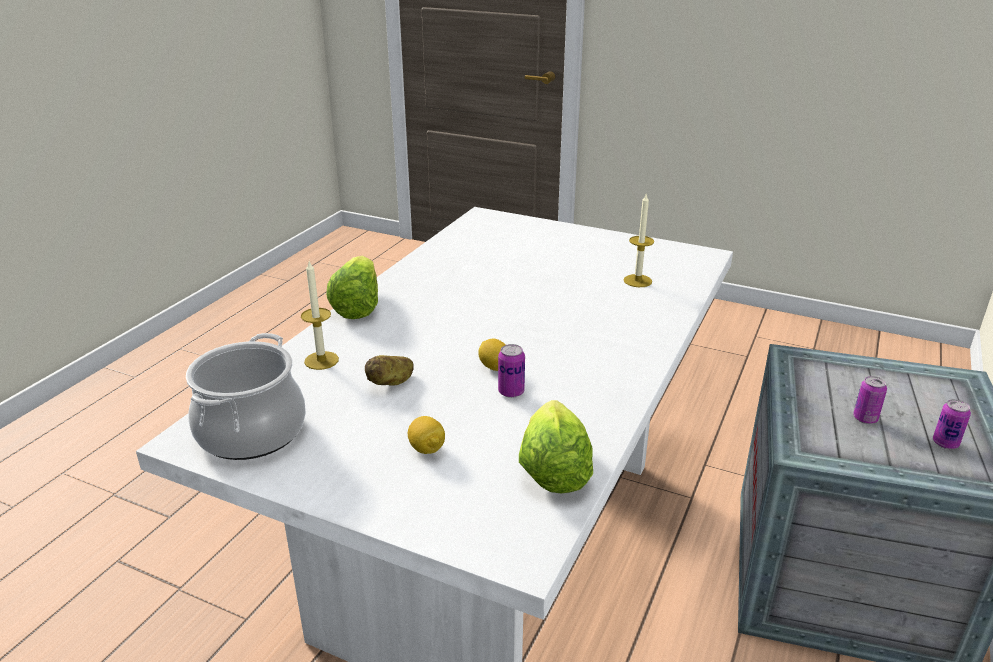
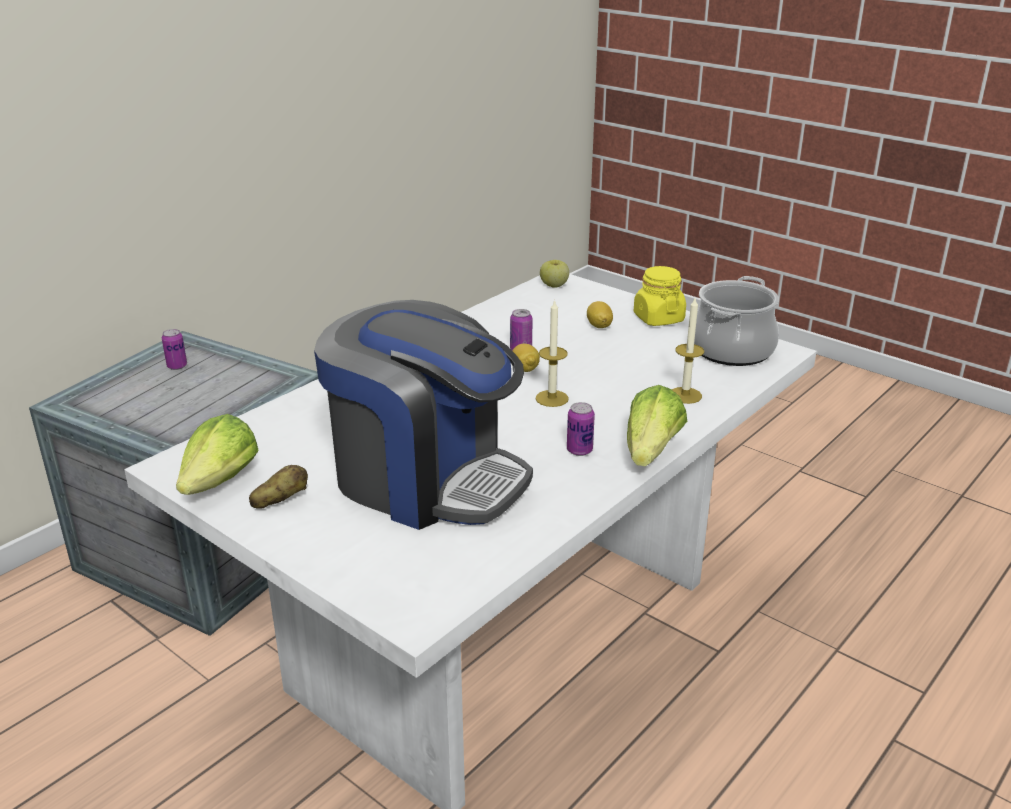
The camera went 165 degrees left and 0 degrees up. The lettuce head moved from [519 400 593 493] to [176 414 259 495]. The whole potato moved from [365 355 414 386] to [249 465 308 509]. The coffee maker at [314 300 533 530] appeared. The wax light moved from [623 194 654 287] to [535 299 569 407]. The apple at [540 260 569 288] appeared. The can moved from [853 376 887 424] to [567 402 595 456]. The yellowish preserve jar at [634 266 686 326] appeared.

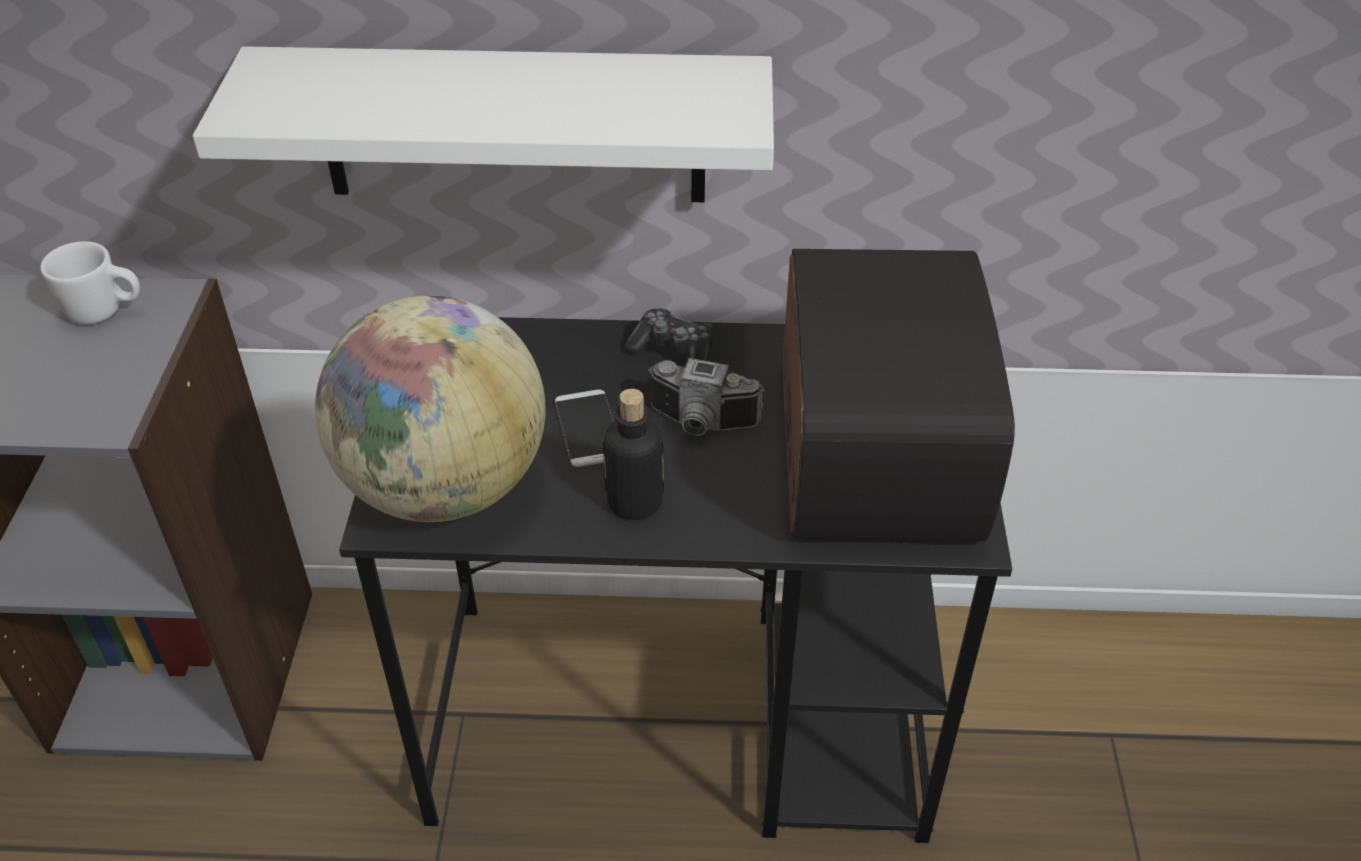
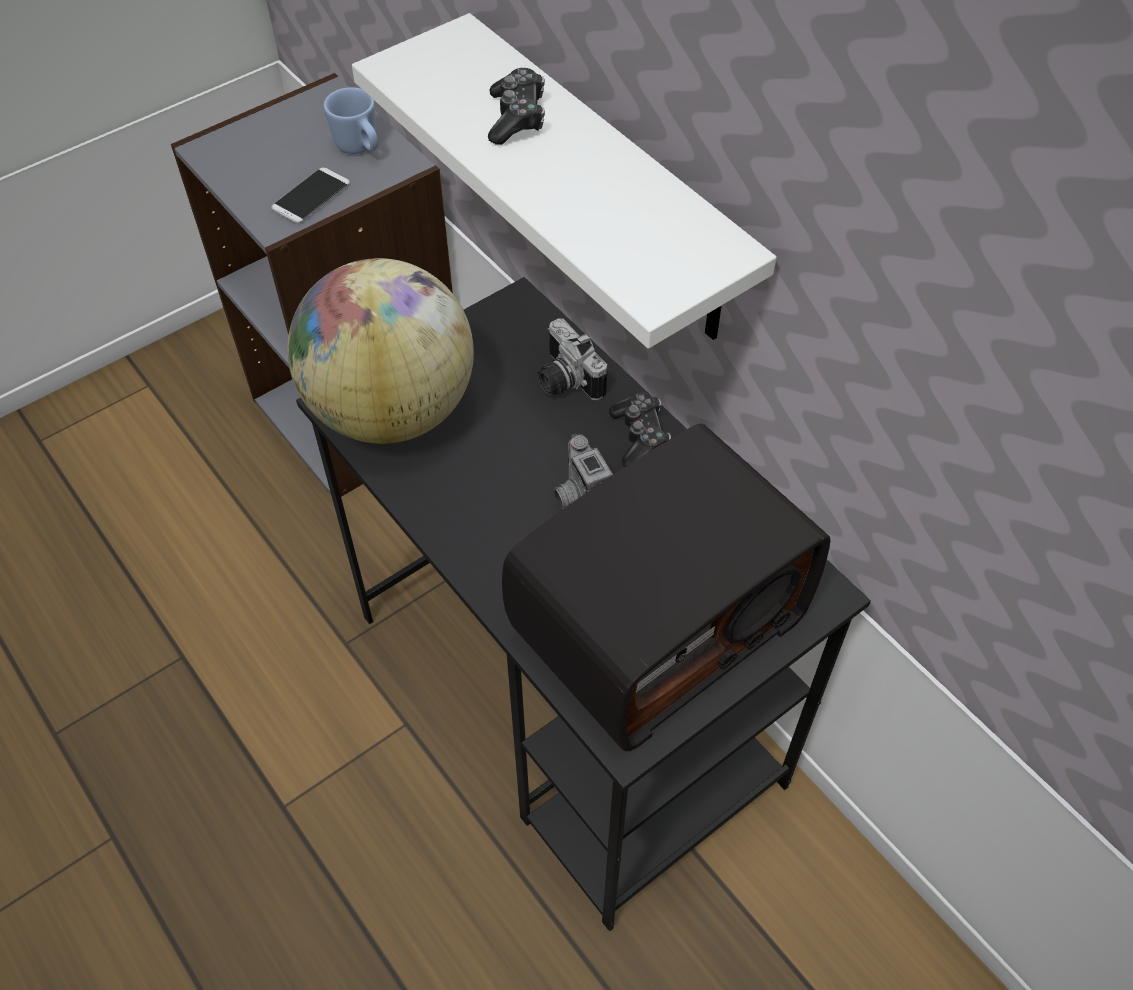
The camera went 50 degrees right and 10 degrees up. The handset moved from [555 389 614 467] to [272 167 350 224]. The whitish coffee mug at [40 241 140 324] became the blue coffee mug at [324 87 378 154]. The game controller at [488 68 545 145] appeared. The photo camera at [537 318 607 400] appeared. The bottle at [603 389 664 520] disappeared.

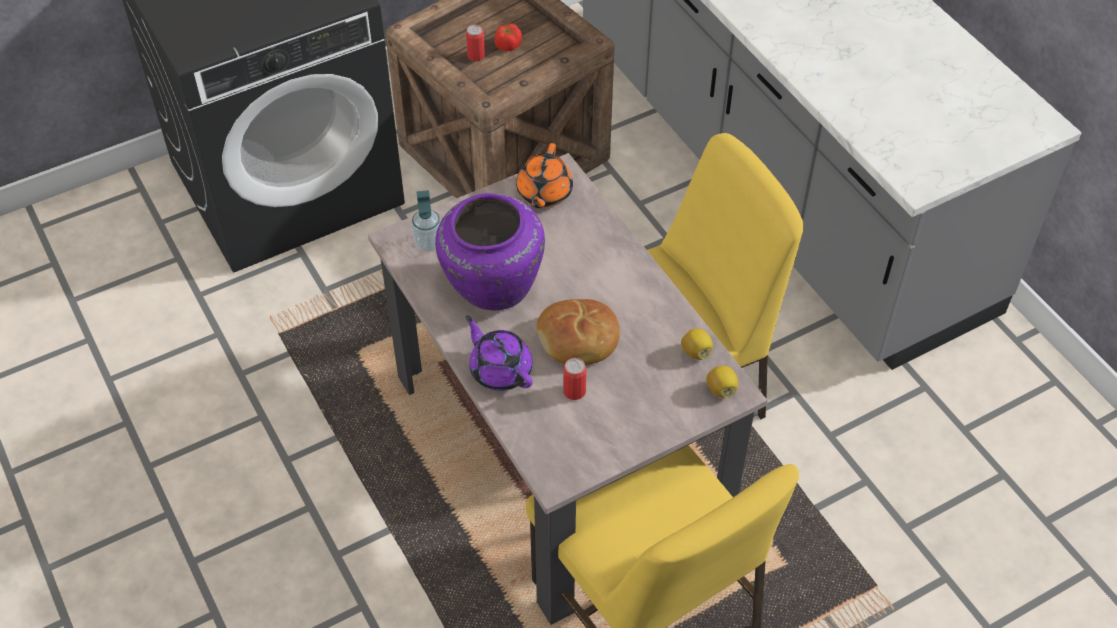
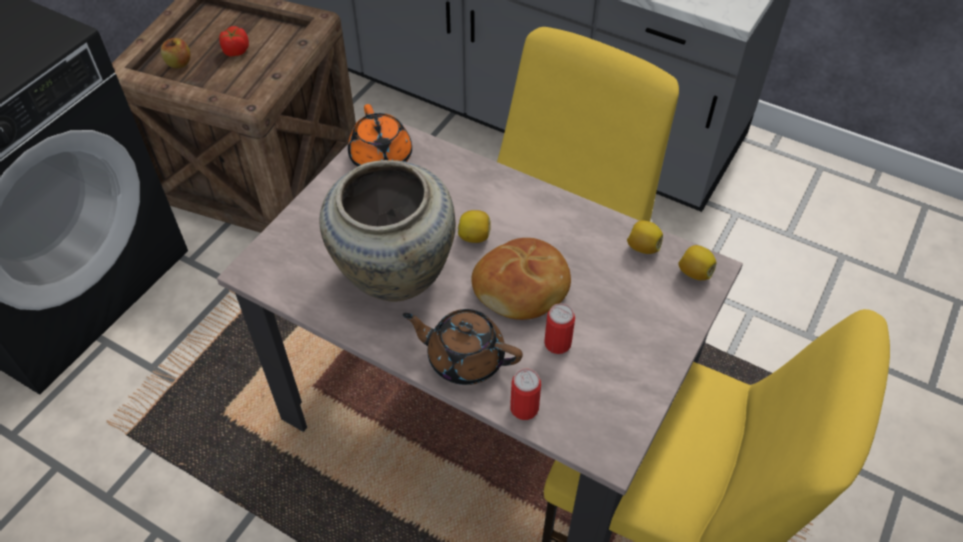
The camera went 30 degrees left and 0 degrees up. The apple at [161 38 191 69] appeared. The purple-coloured vase at [435 193 545 311] became the beige vase at [319 160 456 302]. The purple-coloured teapot at [466 316 533 391] became the brown-coloured teapot at [403 309 523 385]. The lemon at [458 210 491 243] appeared. The can moved from [466 25 485 61] to [510 369 541 420]. The soap dispenser at [411 190 441 252] disappeared.

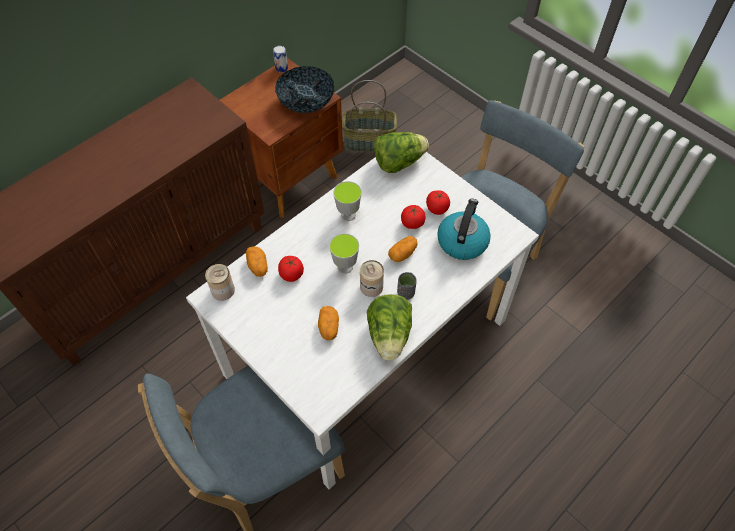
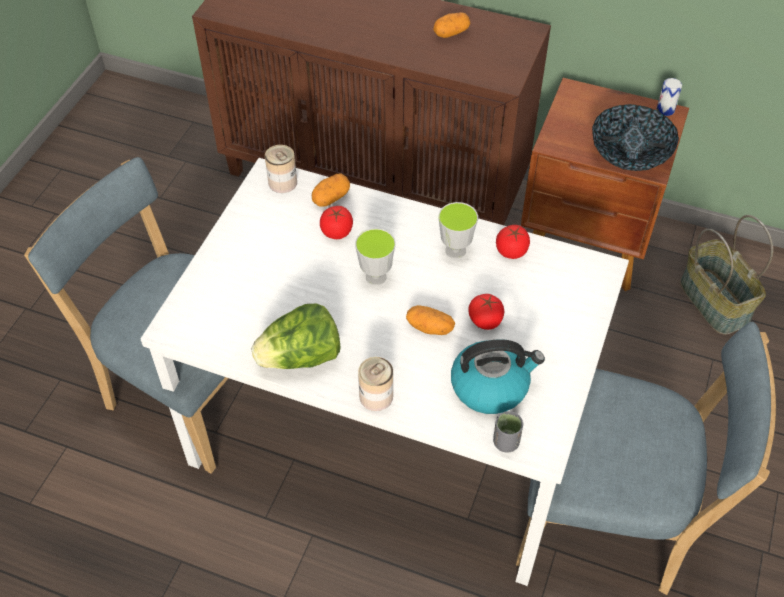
The camera went 65 degrees right and 5 degrees down. The can moved from [360 260 384 297] to [358 357 393 411]. The whole potato moved from [318 306 339 340] to [433 12 470 38]. The greyish small cup moved from [397 272 417 300] to [493 411 524 453]. The tomato moved from [426 190 450 215] to [496 225 530 259]. The lettuce head at [374 132 429 173] disappeared.

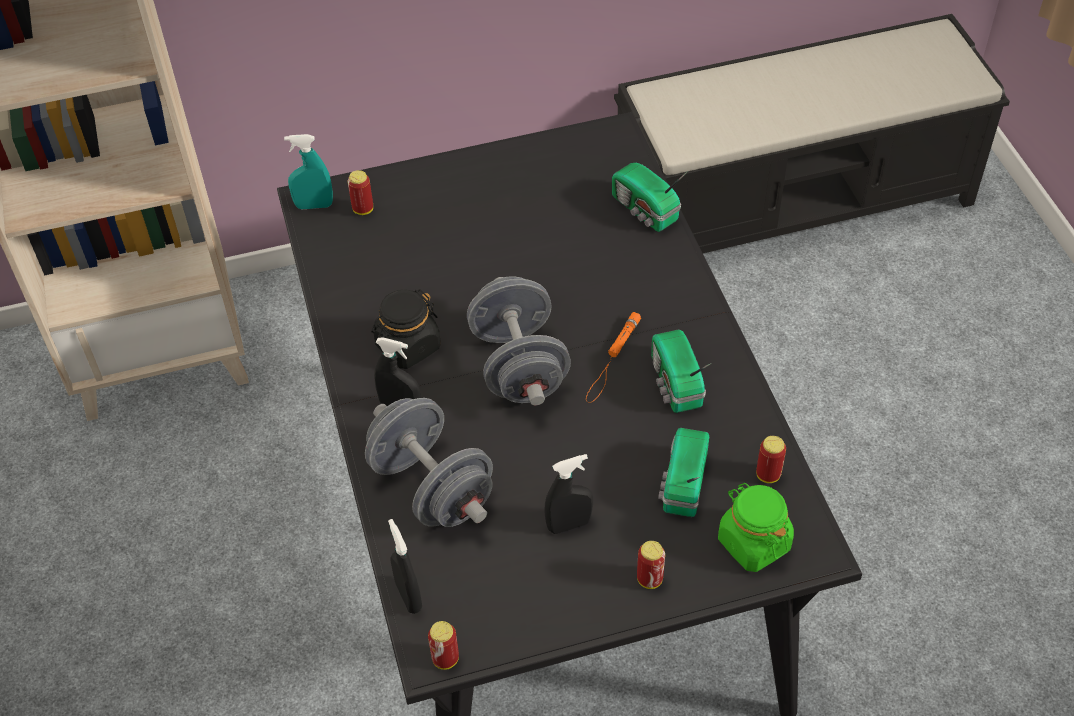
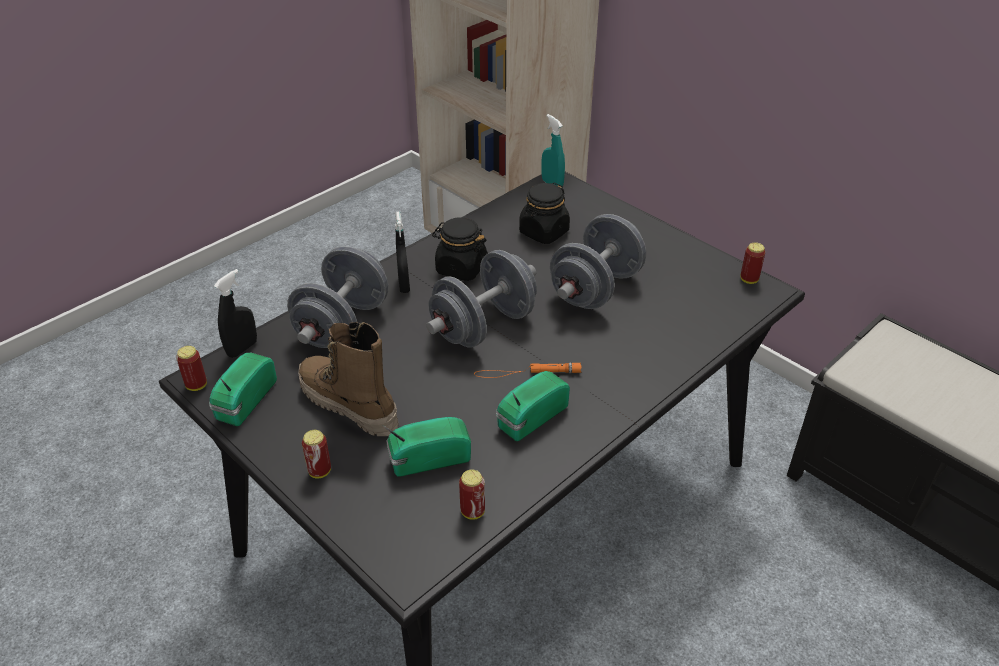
The camera went 60 degrees right and 10 degrees down. The radio set moved from [612 163 688 232] to [209 353 277 426]. The black-coloured spray bottle at [544 454 593 534] was replaced by the high-top boot at [298 322 399 436]. The black-coloured preserve jar at [519 183 570 244] appeared. The greyish hand weight at [550 214 646 309] appeared. The can moved from [348 170 373 215] to [740 242 765 284]. The greenish preserve jar at [718 483 794 572] disappeared.

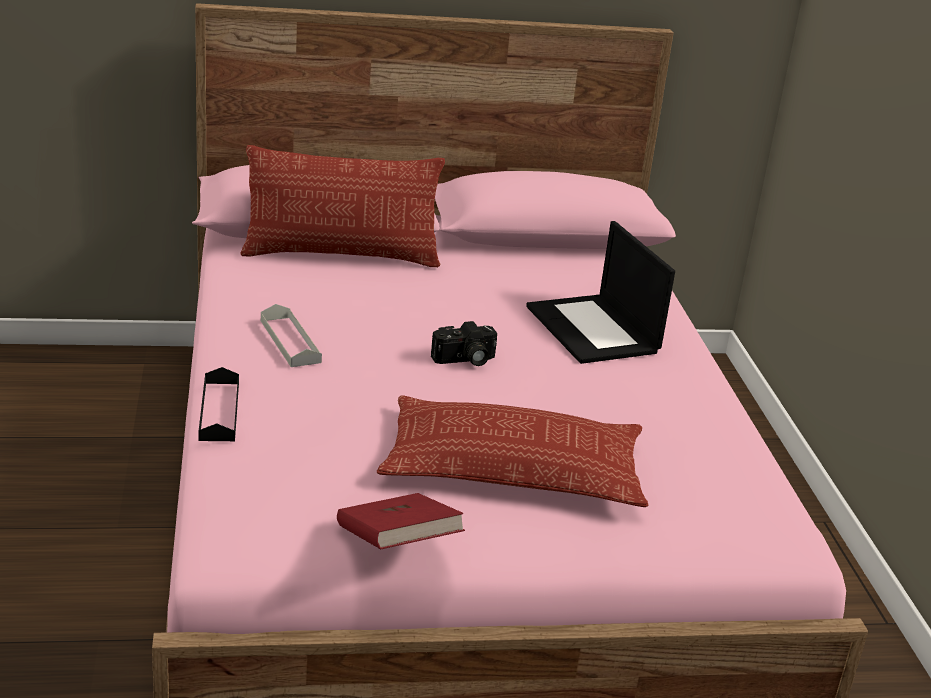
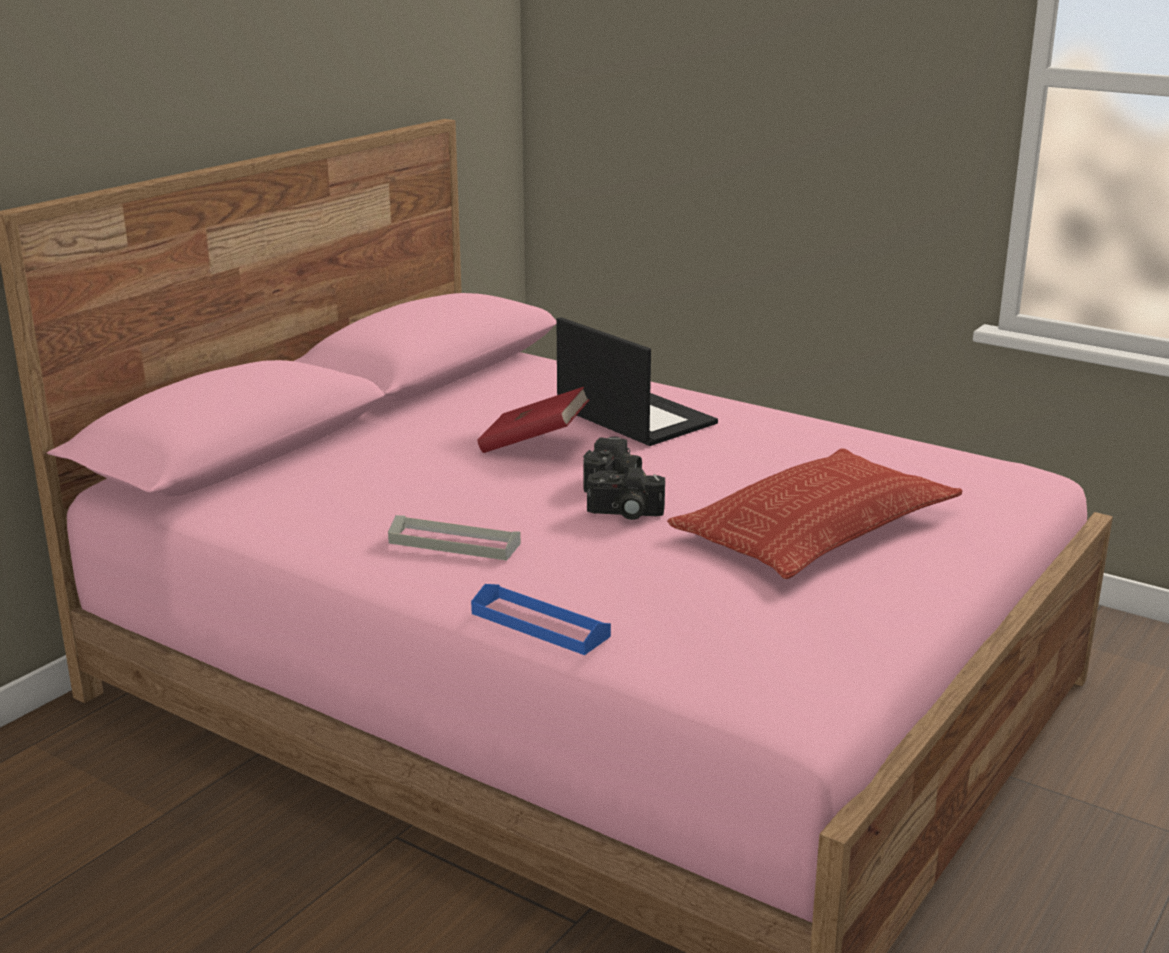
The camera went 45 degrees left and 5 degrees down. The black-coloured tray at [198 367 239 441] became the blue tray at [471 584 611 655]. The red-coloured volume moved from [337 493 465 549] to [477 387 589 453]. The portable computer at [526 221 675 364] turned 150 degrees counterclockwise. The photo camera at [587 467 665 520] appeared. The throw pillow at [240 145 445 267] disappeared.

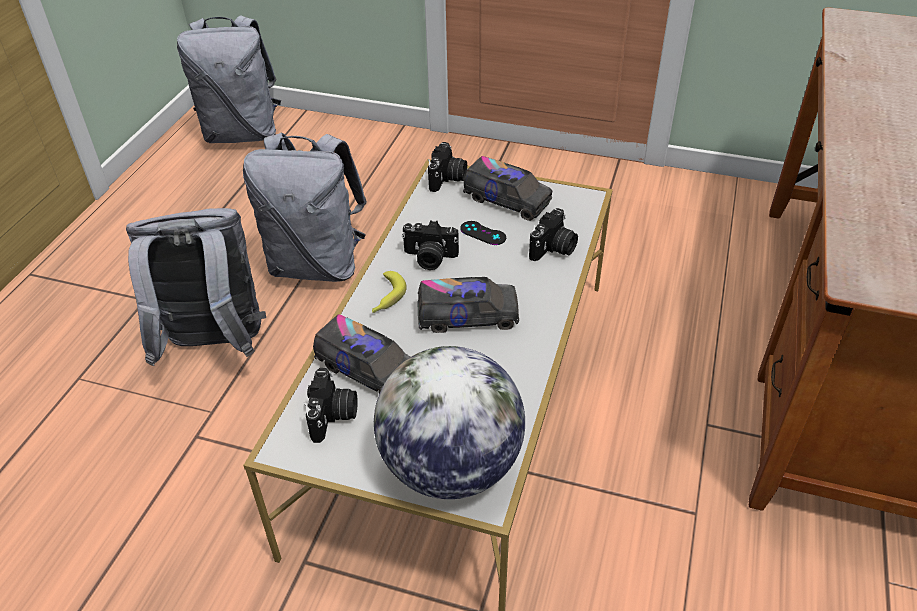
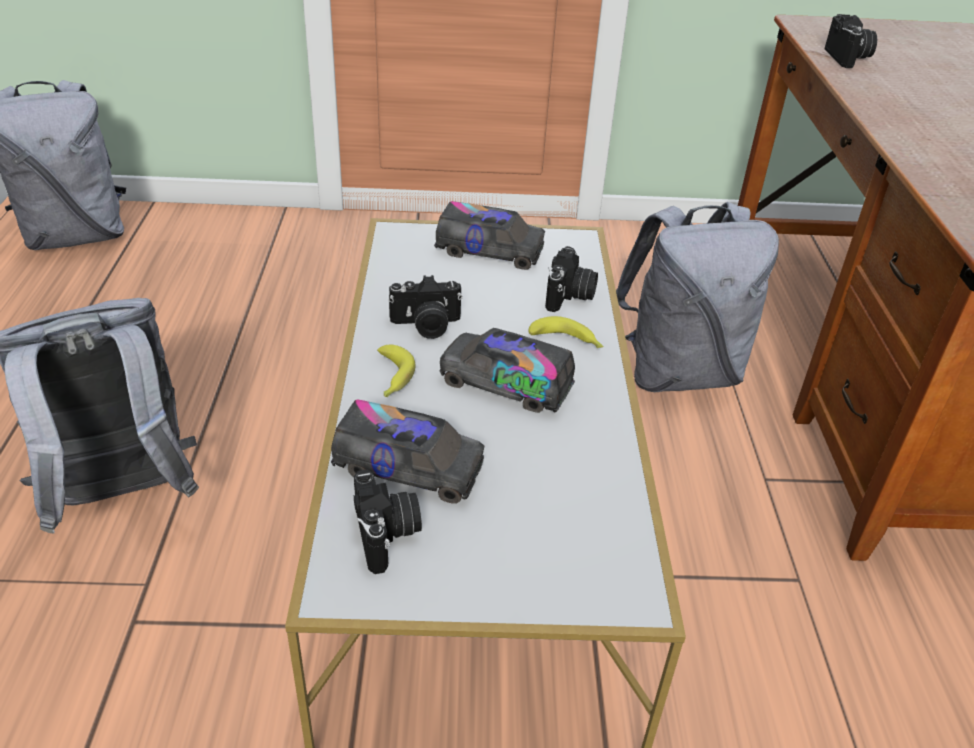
The camera went 20 degrees left and 5 degrees down. The toy truck at [417 277 519 333] turned 135 degrees counterclockwise. The banana at [528 316 604 348] appeared. The greyish backpack moved from [243 133 367 282] to [616 202 779 392]. The photo camera moved from [428 142 467 192] to [824 14 877 68]. The globe at [374 346 525 499] disappeared. The black-coloured game controller at [460 221 506 245] disappeared.

